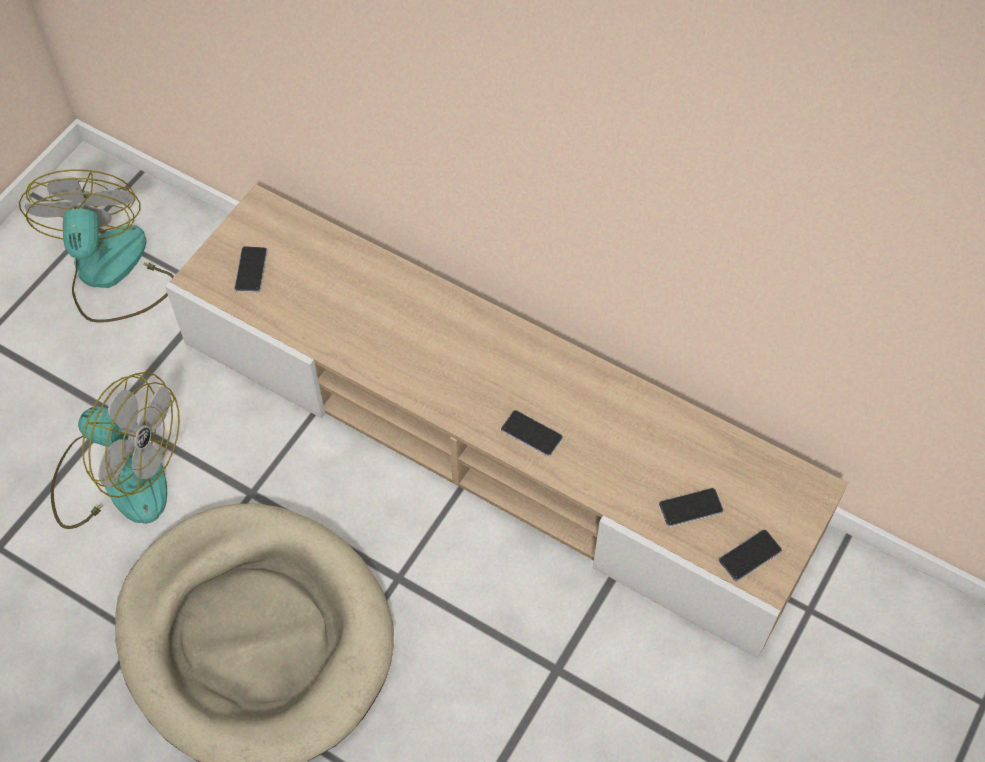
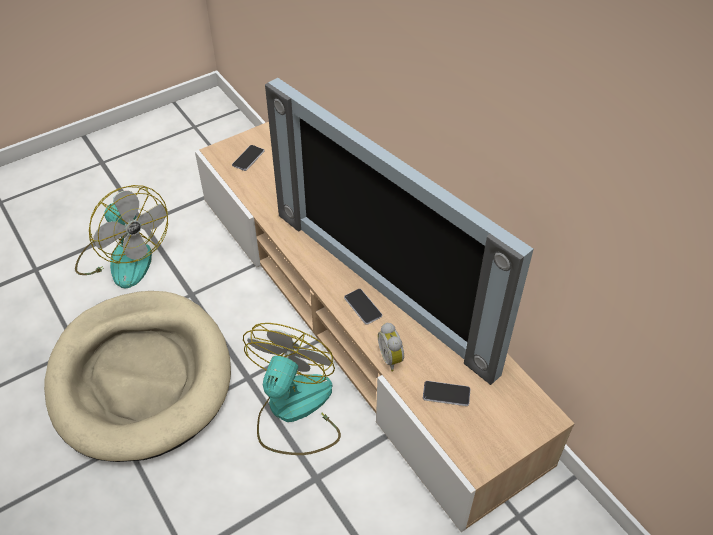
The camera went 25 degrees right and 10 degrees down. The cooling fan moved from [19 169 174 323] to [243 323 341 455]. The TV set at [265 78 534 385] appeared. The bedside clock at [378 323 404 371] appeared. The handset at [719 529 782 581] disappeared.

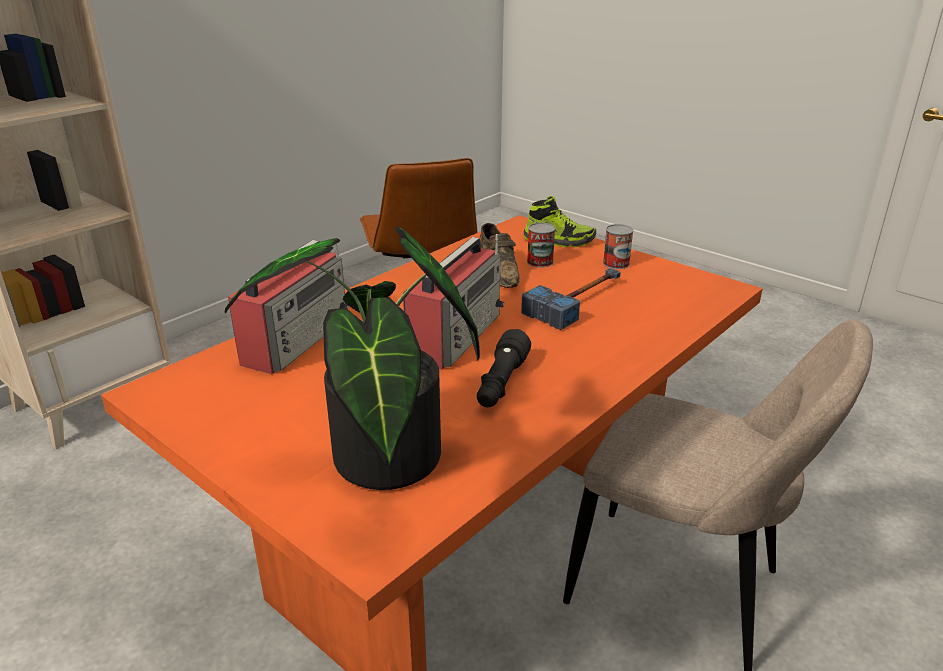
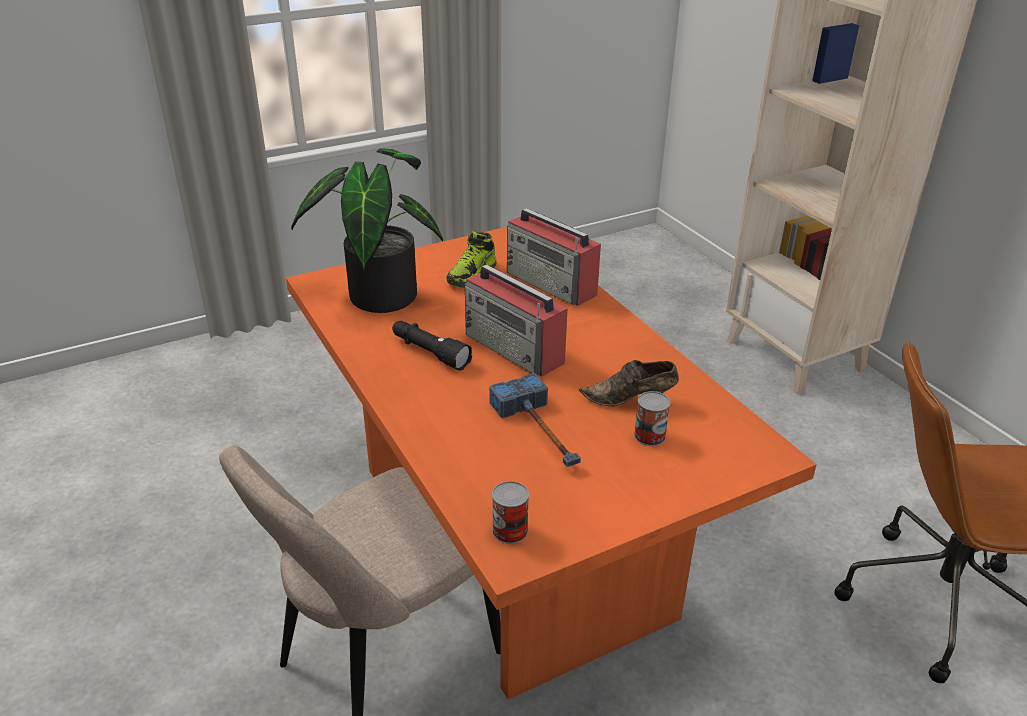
The camera went 110 degrees right and 5 degrees up. The item of footwear moved from [524 196 596 247] to [446 231 497 289]. The can moved from [603 224 634 269] to [492 481 529 544].

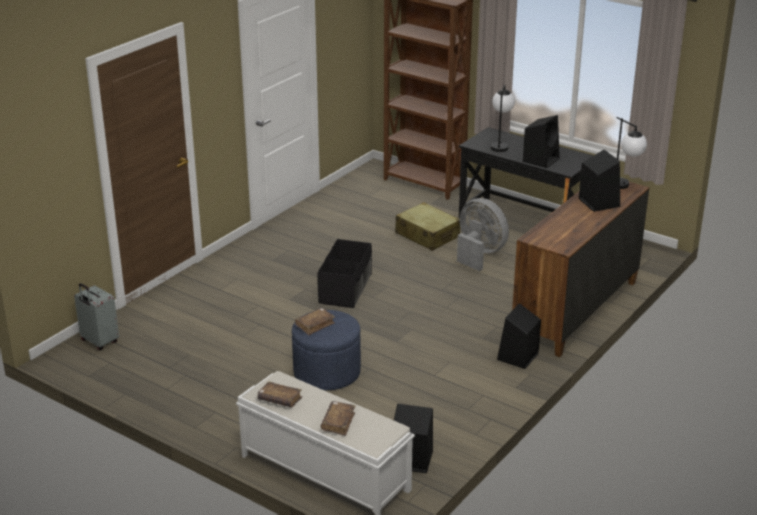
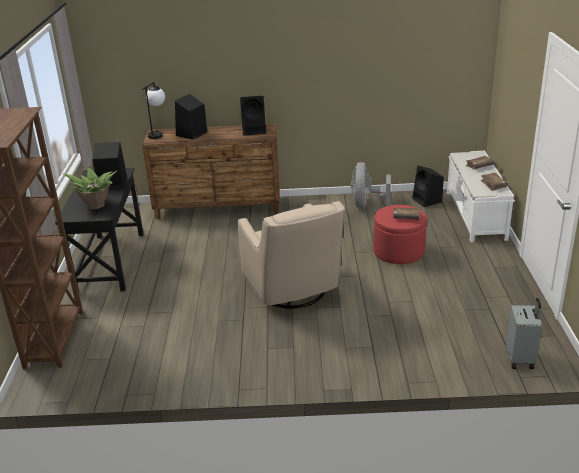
The camera went 125 degrees left and 0 degrees up. The table lamp at [491 85 515 152] was replaced by the houseplant at [63 168 117 209]. The black-coloured storage container at [317 239 372 308] was replaced by the beige armchair at [238 201 345 309]. The black-coloured audio speaker moved from [497 303 541 369] to [240 96 266 136]. The greyish cooling fan moved from [457 198 509 271] to [351 162 391 208]. The blue pouffe at [292 310 361 390] became the red-coloured pouffe at [374 205 427 264]. The beige suitcase at [395 202 460 251] disappeared.

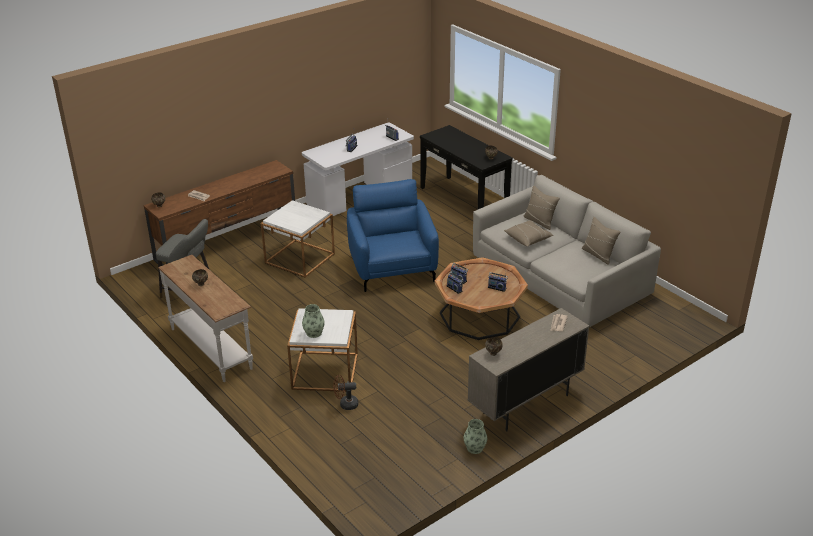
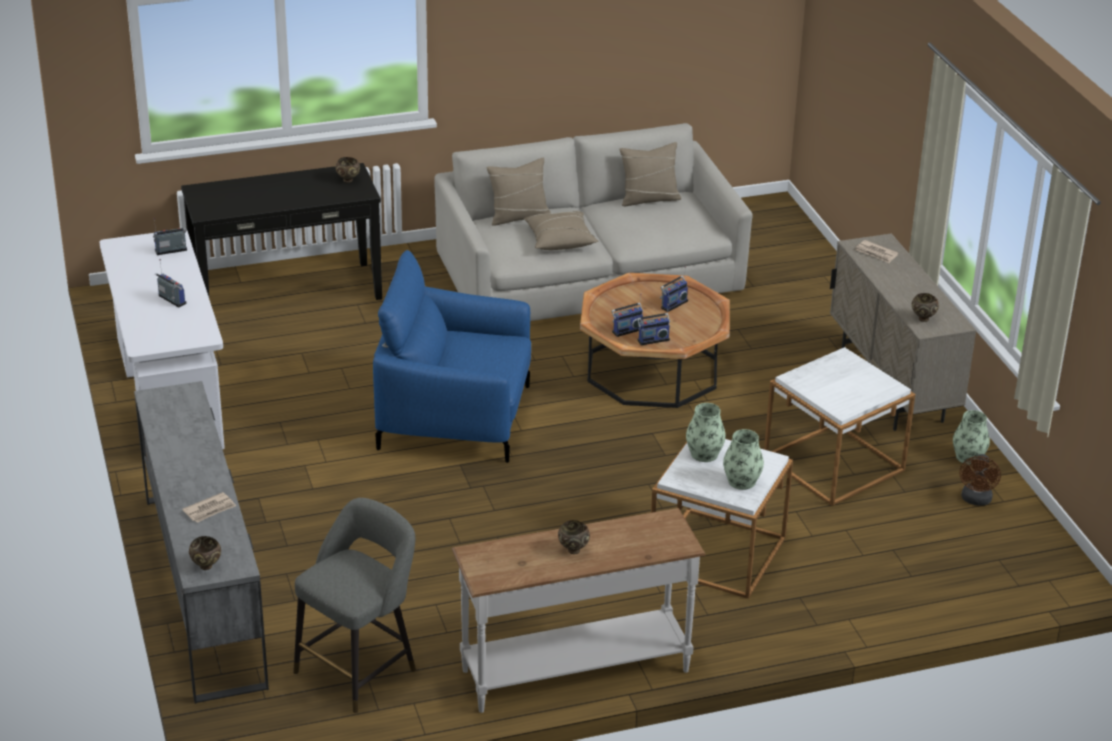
The camera went 70 degrees left and 0 degrees up. The brown-coloured tv stand at [144 160 295 266] became the greyish tv stand at [134 381 269 704]. The vase at [686 403 726 462] appeared. The whitish accent table moved from [261 200 335 277] to [764 347 915 506]. The brown-coloured cooling fan moved from [333 375 358 410] to [959 454 1001 506].

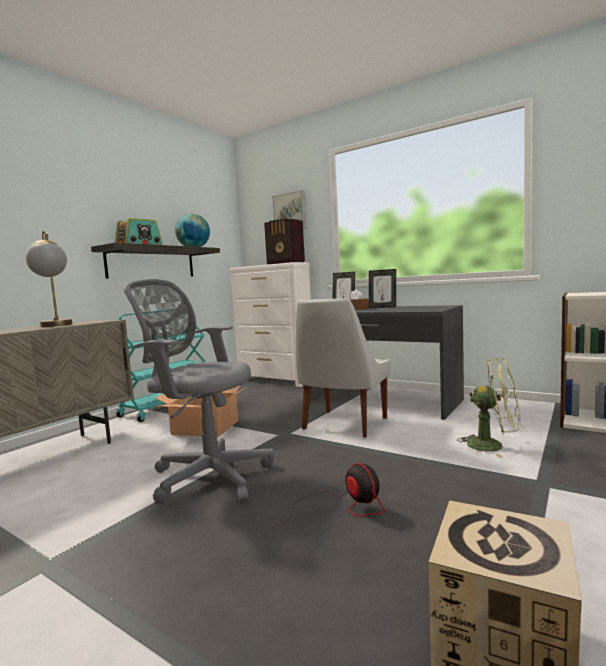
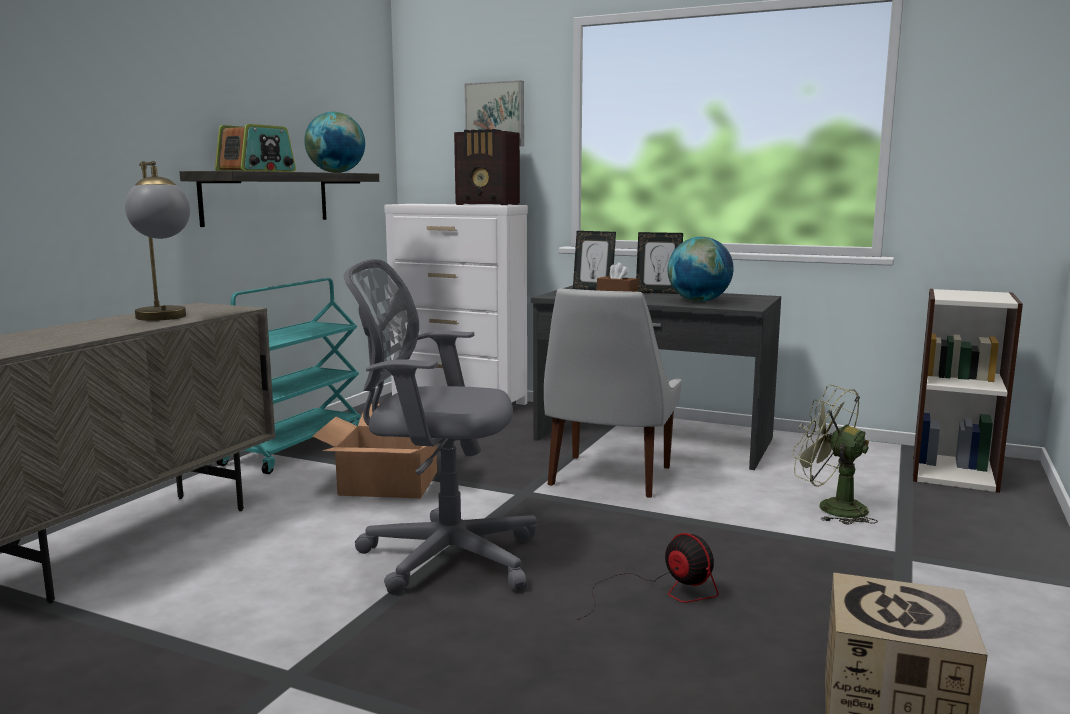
The camera went 10 degrees left and 5 degrees up. The globe at [668 237 734 302] appeared. The greenish cooling fan at [457 358 520 458] turned 150 degrees counterclockwise.

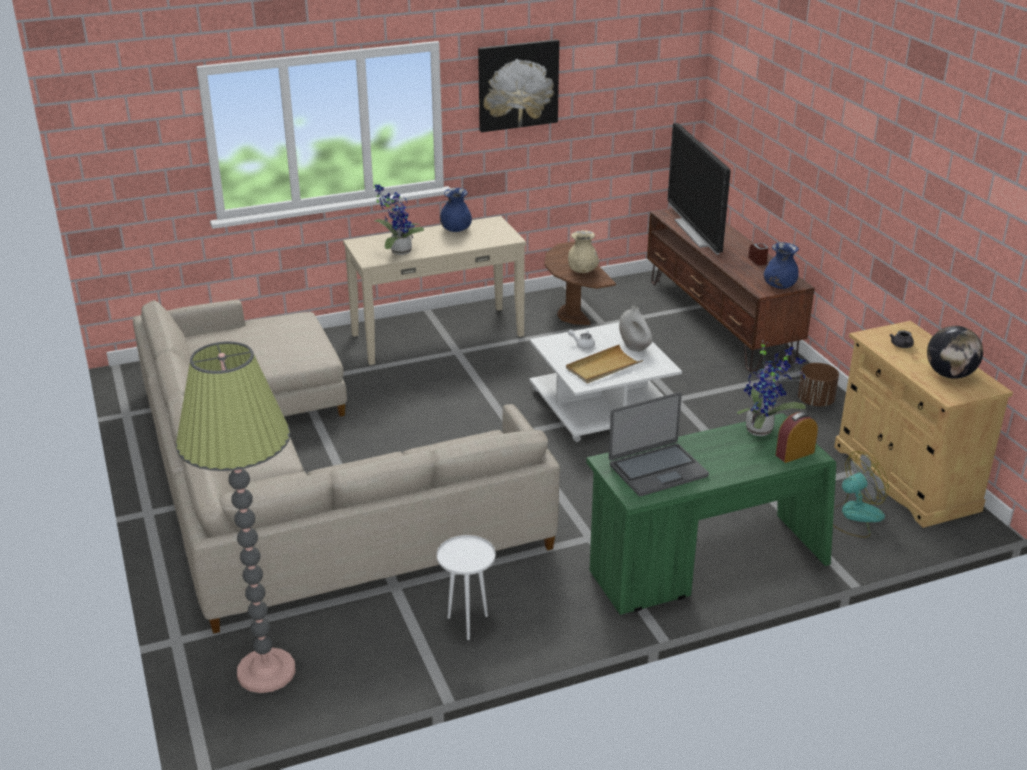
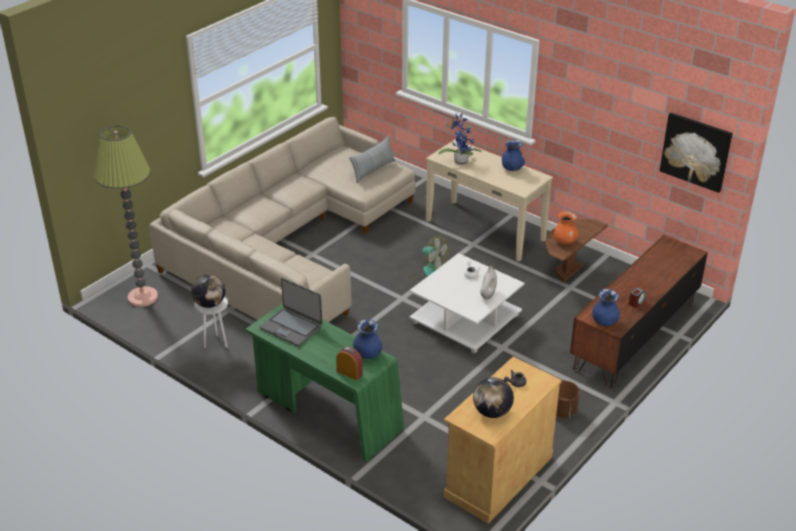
The camera went 60 degrees right and 5 degrees up. The globe at [191 274 225 308] appeared. The throw pillow at [349 136 395 183] appeared. The houseplant at [737 341 806 436] was replaced by the blue vase at [353 319 382 359]. The cooling fan moved from [833 451 889 538] to [409 236 449 279]. The beige vase at [568 230 599 273] became the orangey vase at [554 211 579 244]. The picture moved from [478 39 559 132] to [660 113 732 193]. The beige tray at [566 344 643 384] disappeared. The TV set at [668 123 731 255] disappeared.

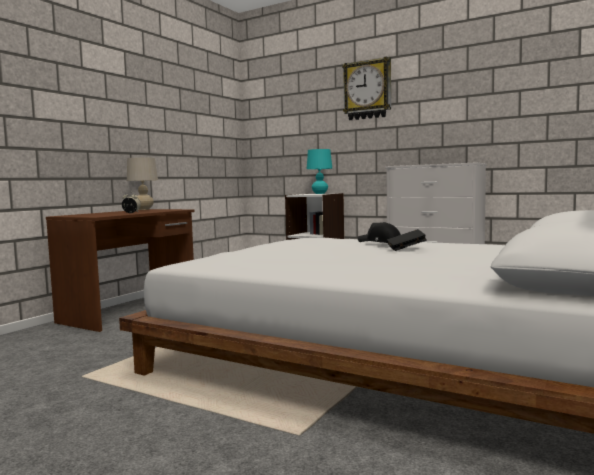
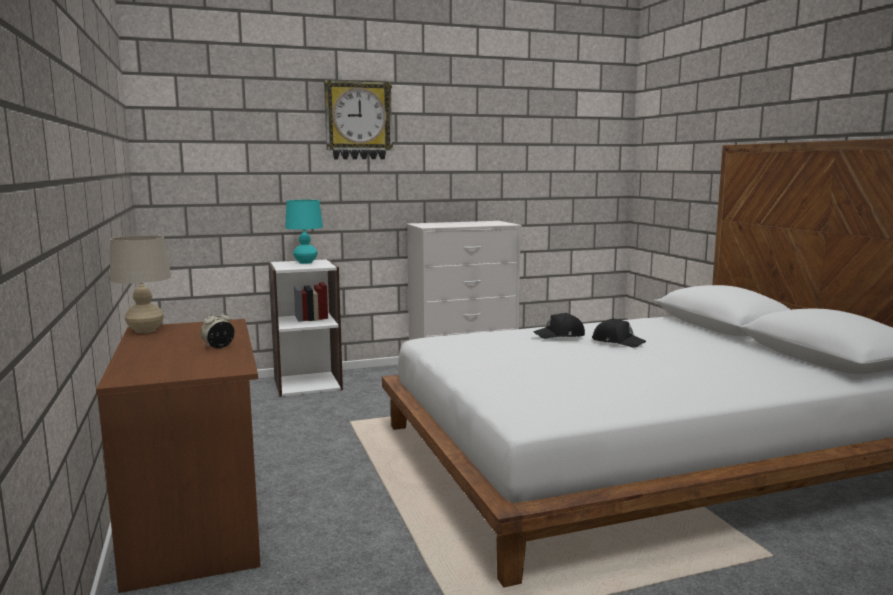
The camera went 50 degrees left and 5 degrees up. The black-coloured volume at [387 229 426 251] was replaced by the black-coloured baseball cap at [592 318 646 348].

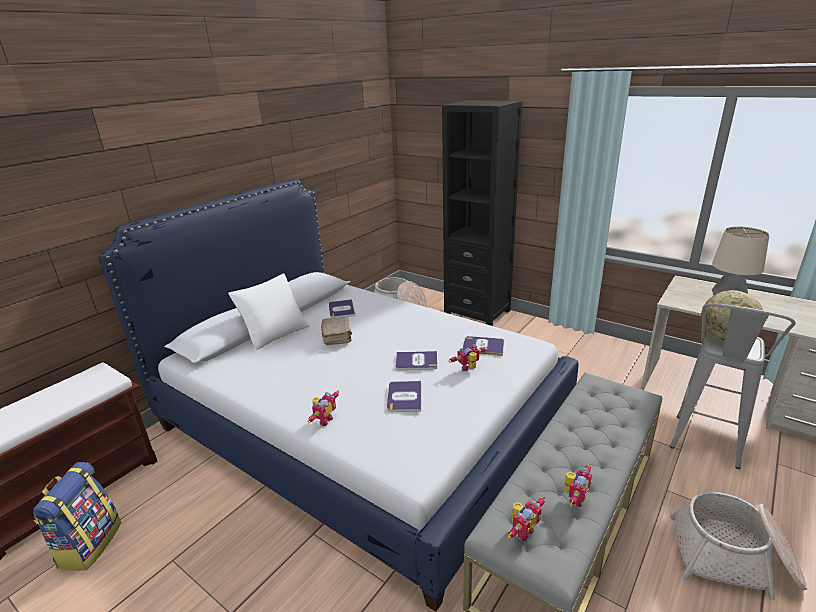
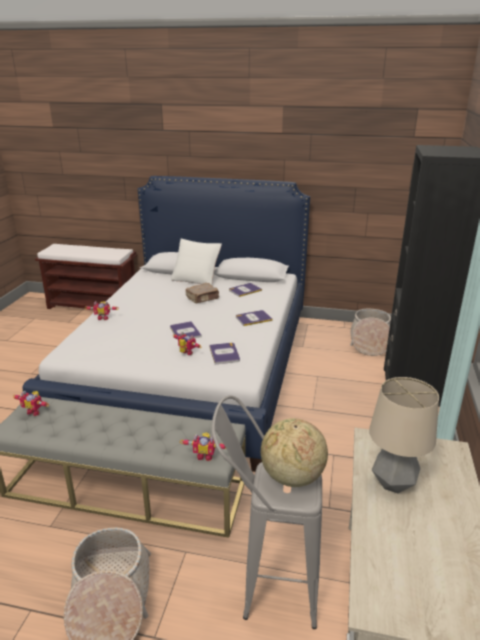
The camera went 65 degrees right and 0 degrees up. The robot figure moved from [564 464 592 507] to [180 433 226 461]. The volume moved from [387 381 421 412] to [236 310 273 326]. The backpack at [33 462 121 571] disappeared.

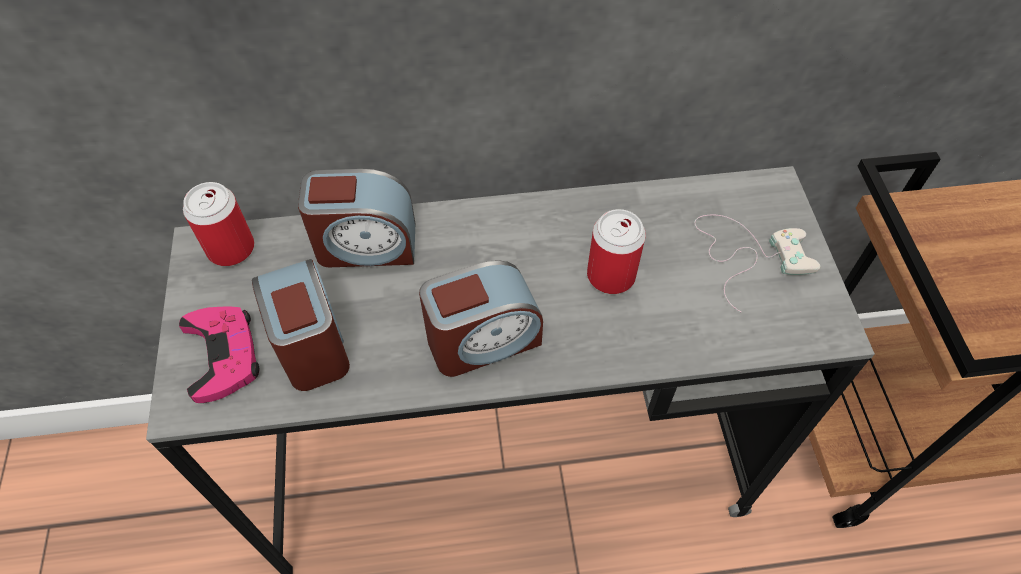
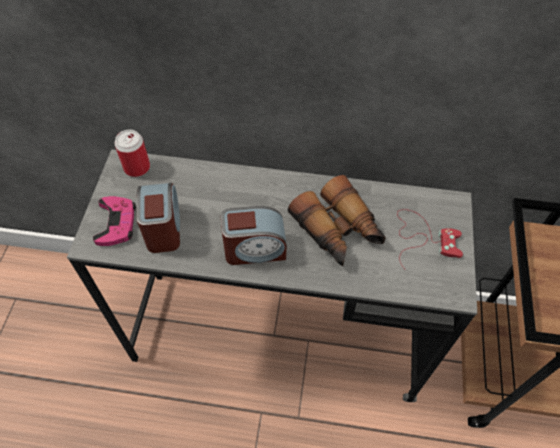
The camera went 15 degrees right and 0 degrees up. The can at [587 209 646 294] was replaced by the pair of binoculars at [288 175 386 266]. The whitish game controller at [695 214 820 312] became the red-coloured game controller at [397 209 463 270]. The bedside clock at [298 169 415 267] disappeared.

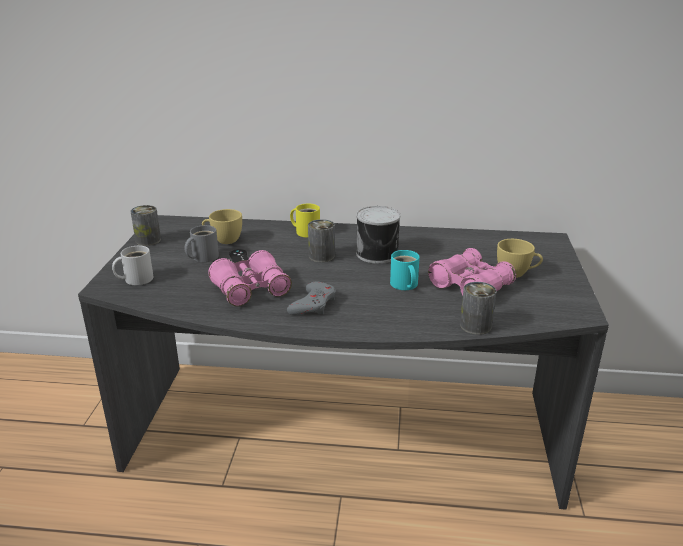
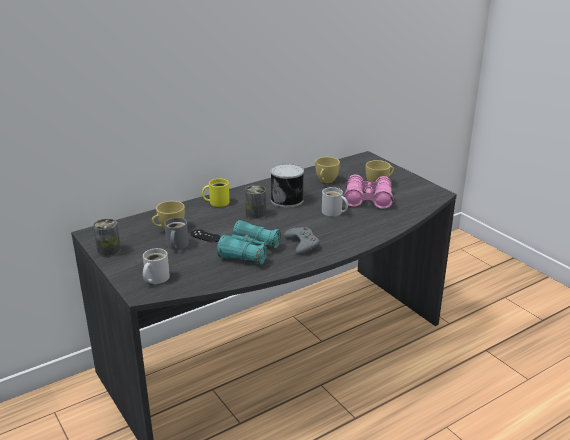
The camera went 40 degrees left and 0 degrees up. The pinkish pair of binoculars at [208 250 292 306] became the turquoise pair of binoculars at [217 220 281 265]. The yellowish small cup at [315 157 340 183] appeared. The turquoise coffee mug at [390 250 420 290] became the whitish coffee mug at [322 187 348 217]. The can at [460 282 497 335] disappeared.

